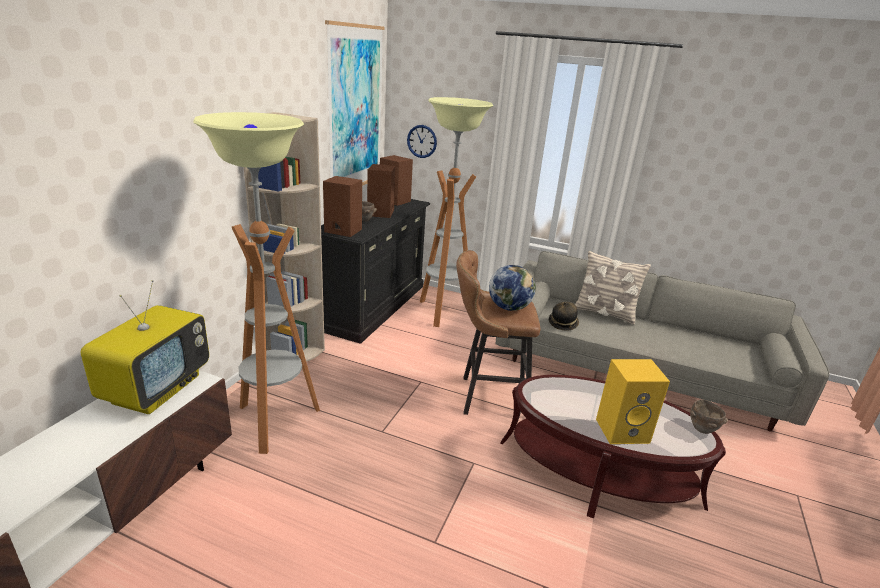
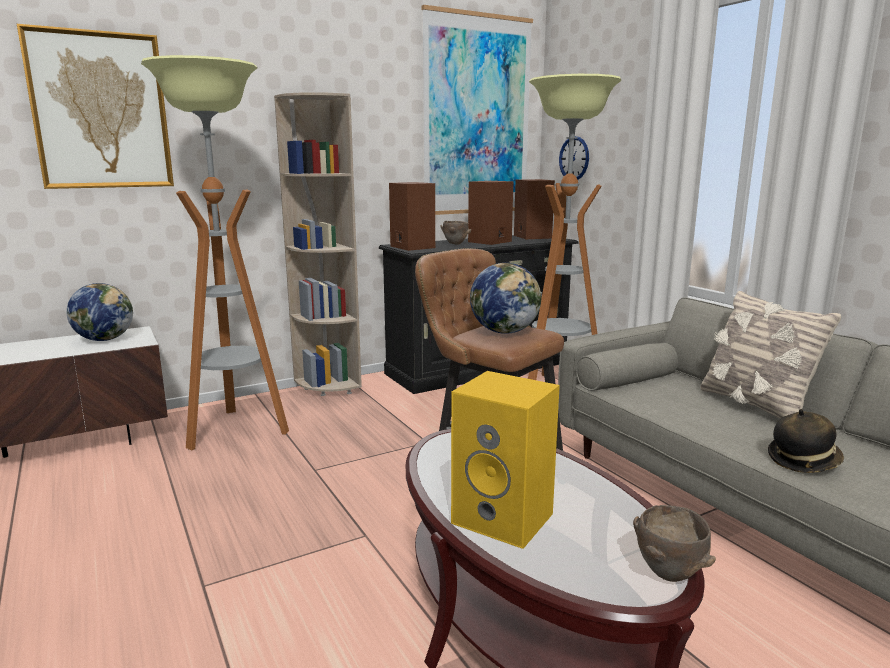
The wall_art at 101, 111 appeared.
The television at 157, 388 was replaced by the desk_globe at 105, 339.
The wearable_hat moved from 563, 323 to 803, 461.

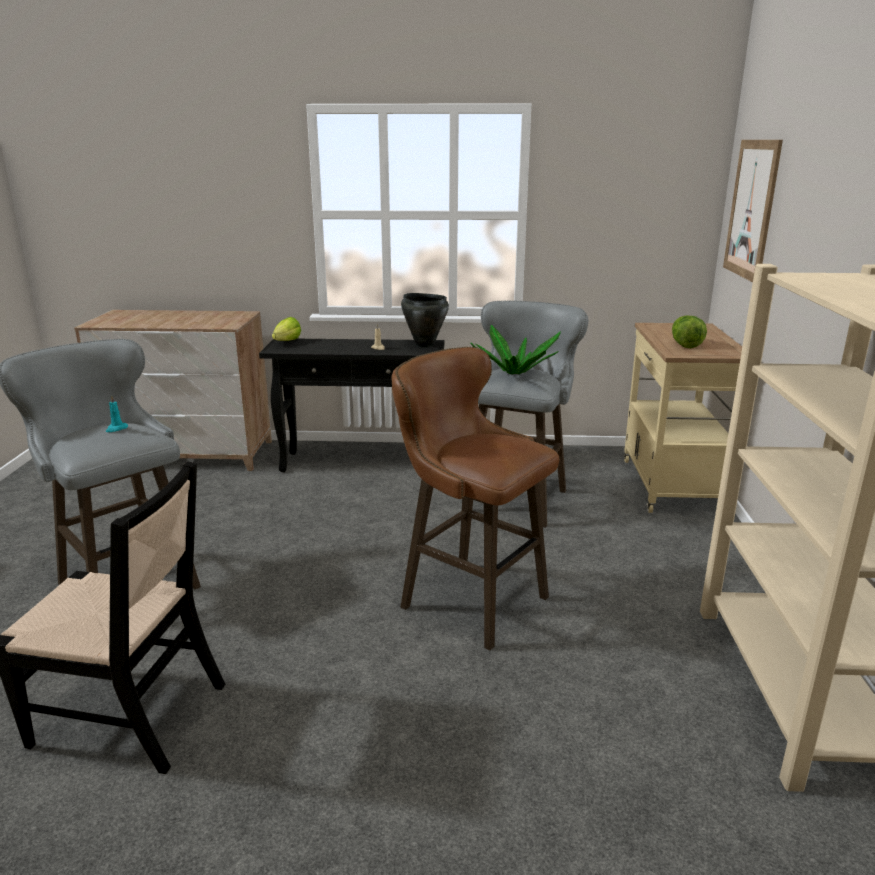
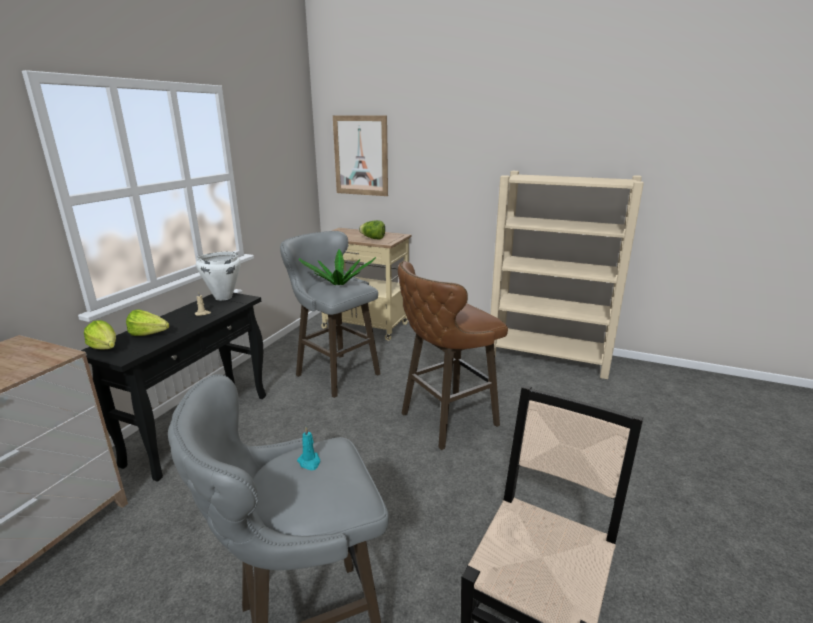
The lettuce at 151, 335 appeared.
The black-coloured_saucepot at 424, 345 became the white_saucepot at 223, 297.

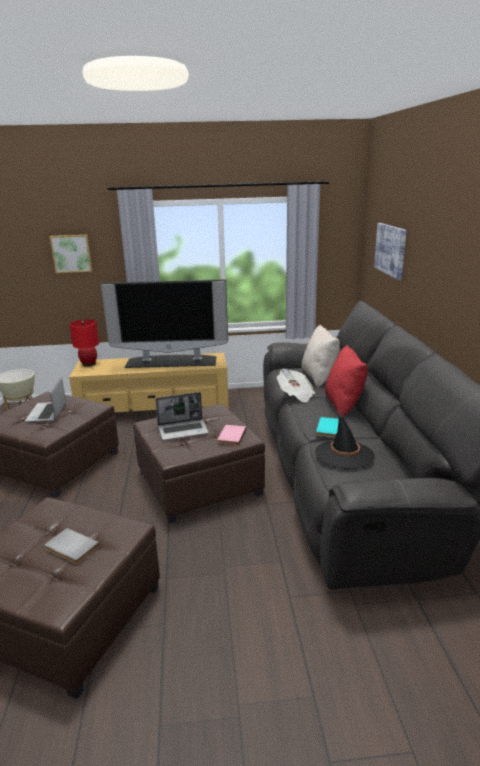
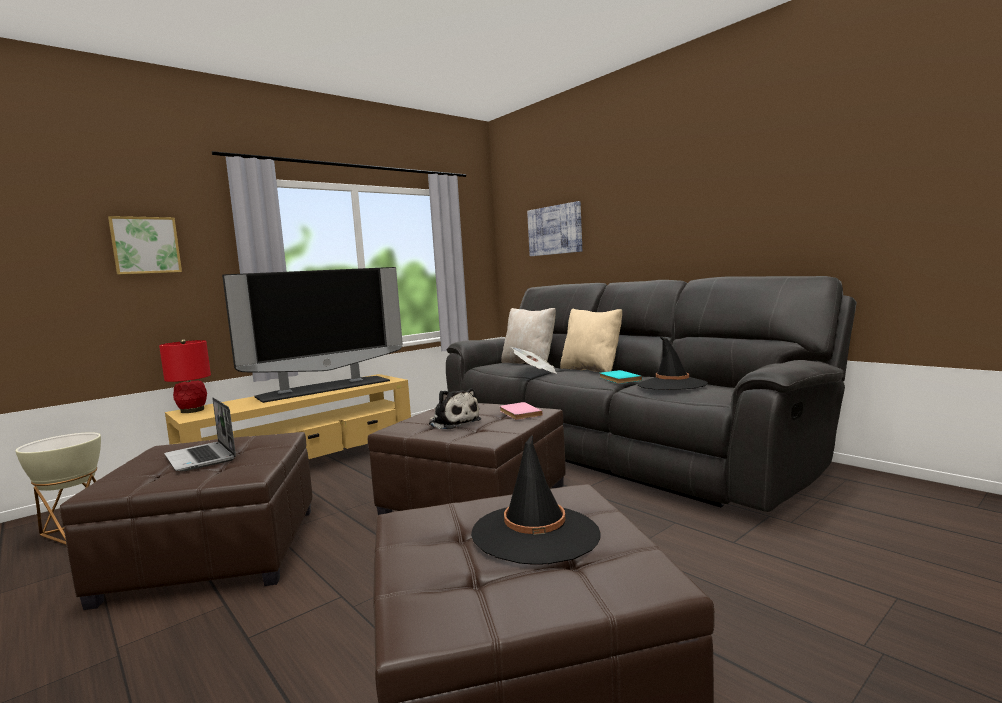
The laptop at 183, 430 was replaced by the cuddly_toy at 453, 422.
The greyish_bound_book at 71, 548 was replaced by the black-coloured_wearable_hat at 535, 534.
The red-coloured_pillow at 343, 404 became the beige-coloured_pillow at 591, 370.

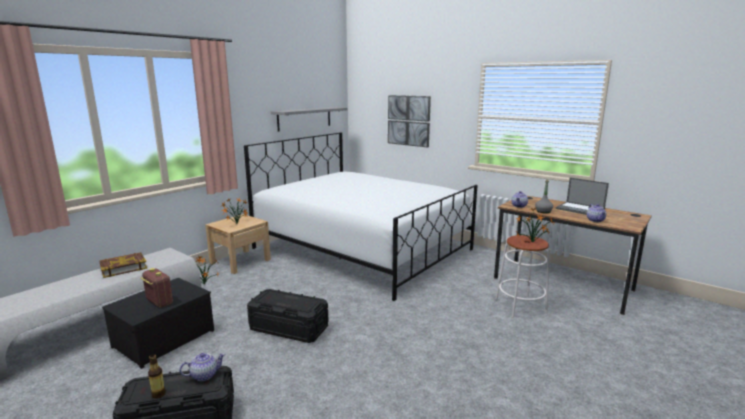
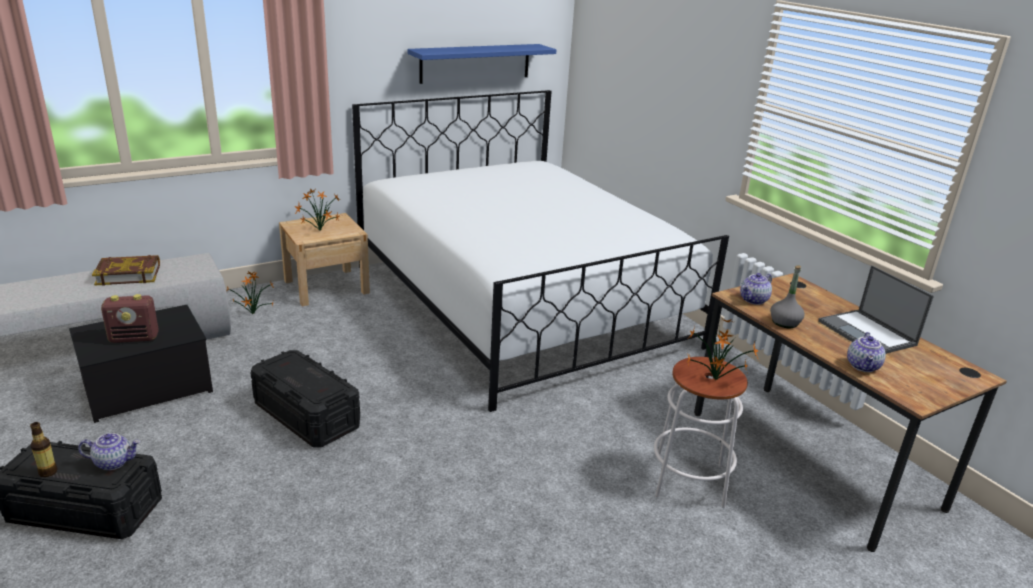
The radio at 159, 302 turned 105 degrees clockwise.
The greyish_shelf at 304, 118 became the blue-coloured_shelf at 475, 63.
The wall_art at 408, 120 disappeared.

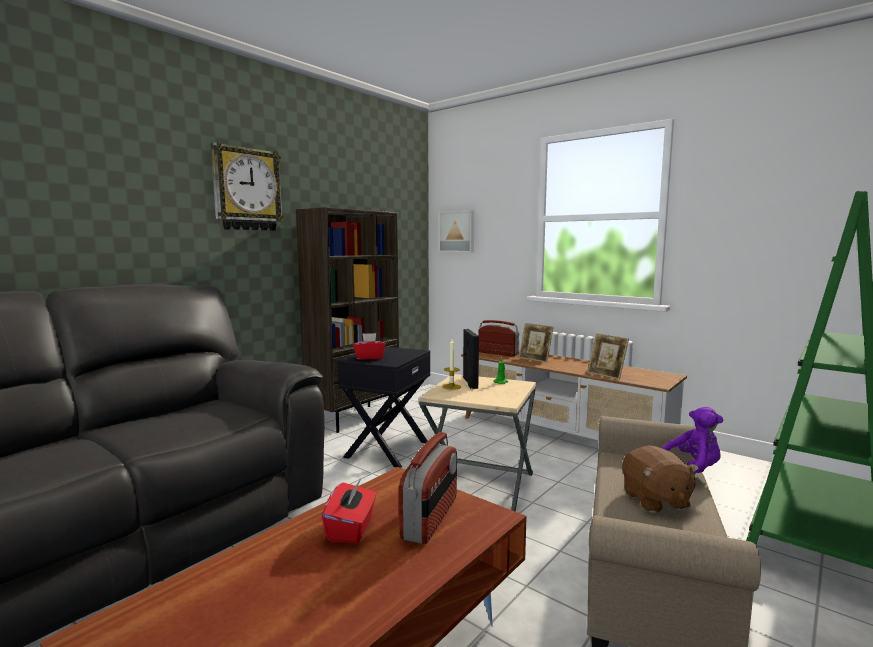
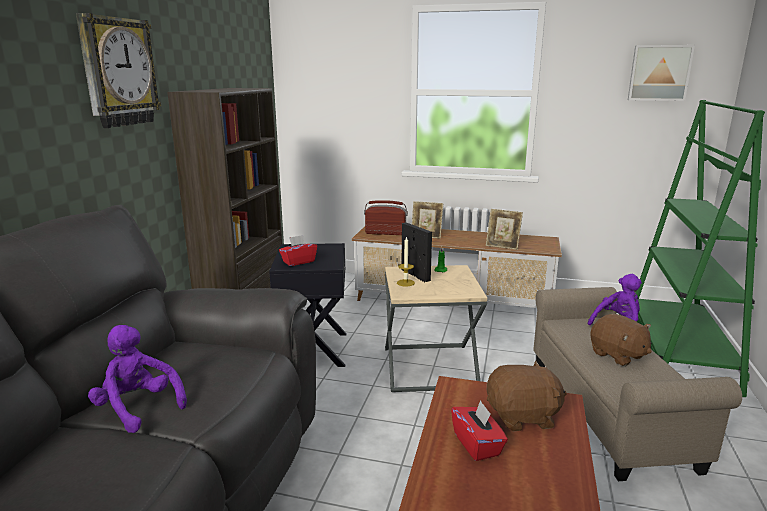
The purplish_cuddly_toy at 138, 408 appeared.
The radio at 431, 518 was replaced by the brown-coloured_cuddly_toy at 523, 417.
The wall_art moved from 457, 231 to 659, 73.

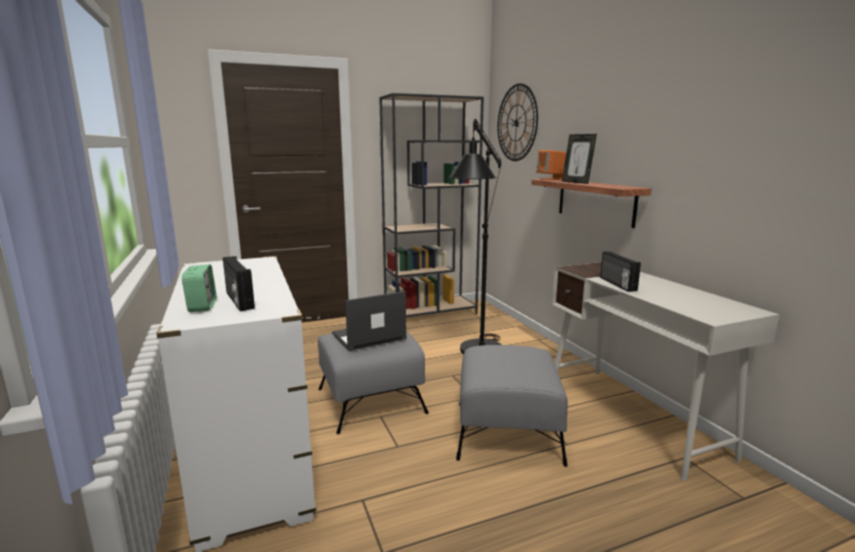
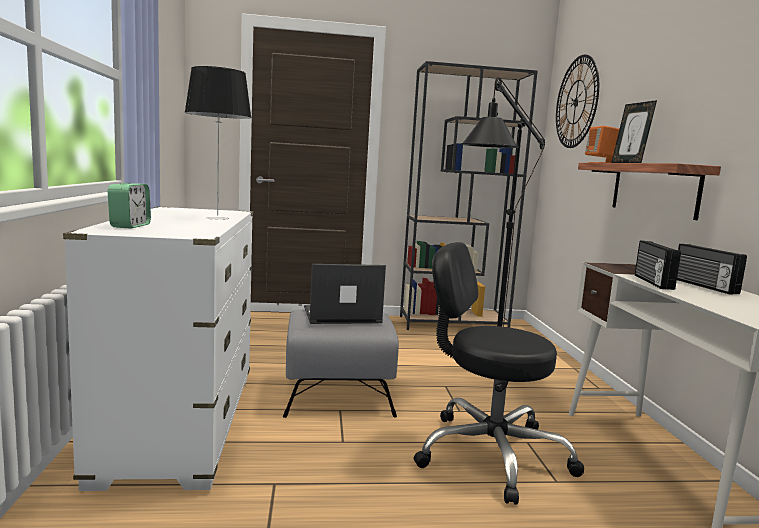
The tabletop_lamp at 216, 218 appeared.
The greyish_pouffe at 508, 431 was replaced by the black-coloured_office_chair at 484, 453.
The radio moved from 238, 300 to 703, 286.

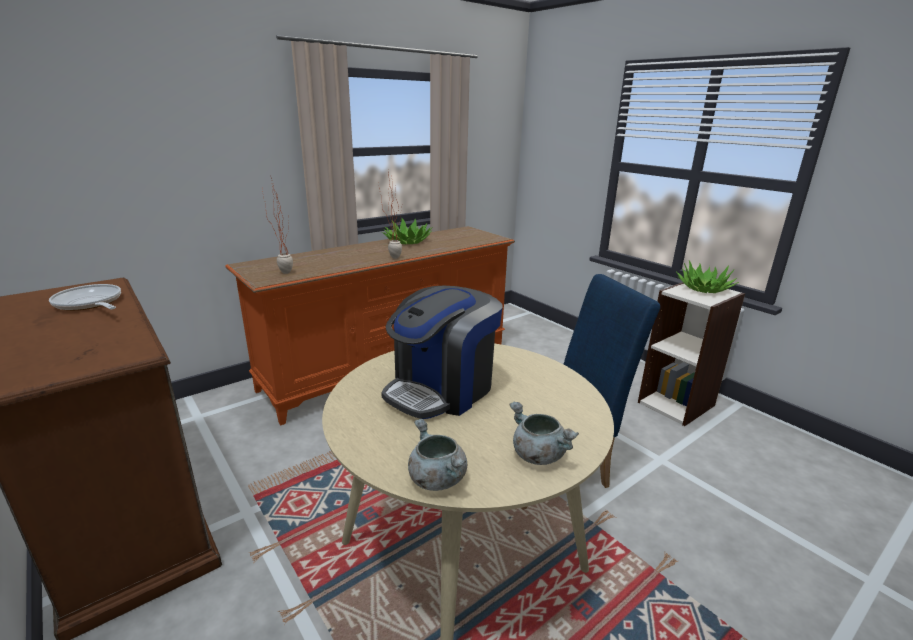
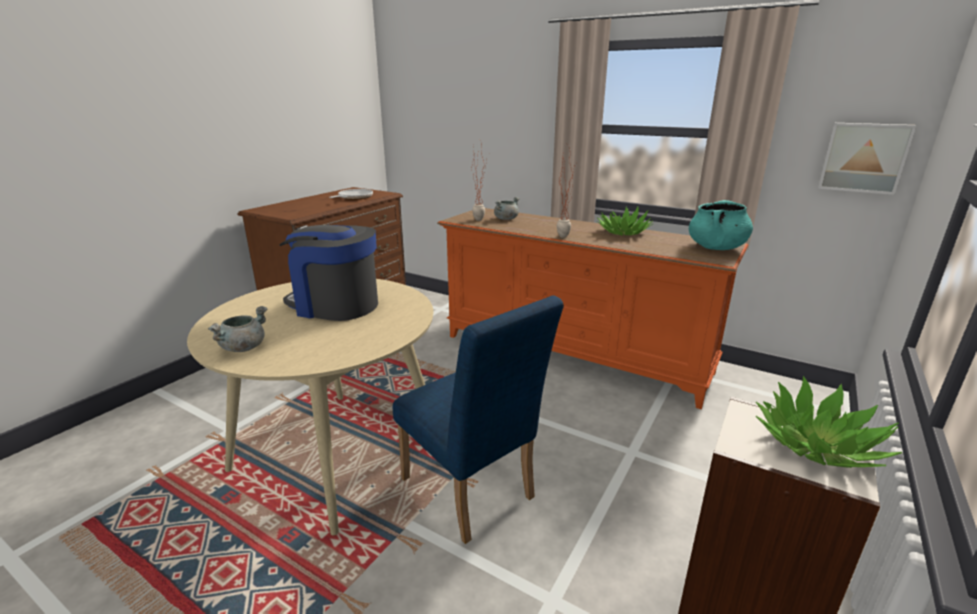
The greyish_saucepot moved from 436, 478 to 506, 219.
The turquoise_saucepot at 716, 248 appeared.
The wall_art at 864, 157 appeared.

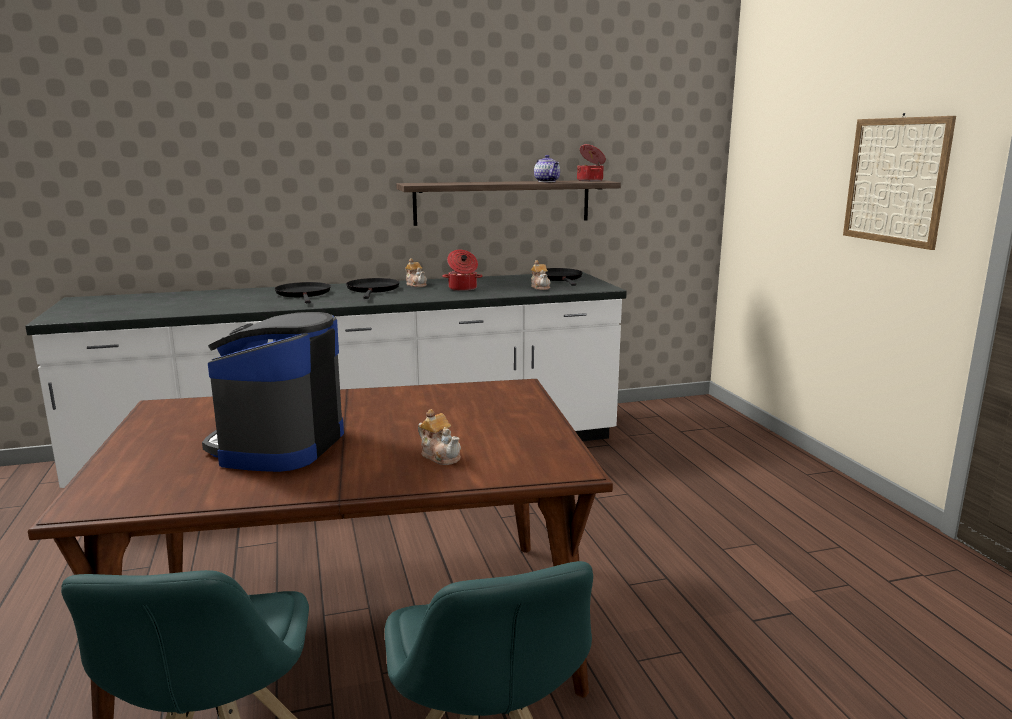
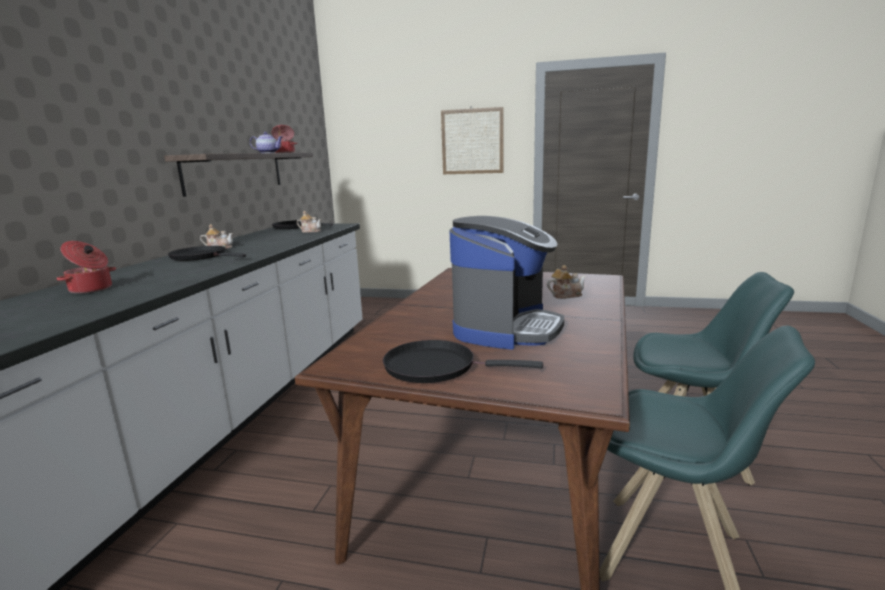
The saucepot moved from 462, 288 to 91, 289.
The black-coloured_frying_pan moved from 304, 294 to 436, 367.
The coffee_machine at 278, 445 turned 105 degrees counterclockwise.

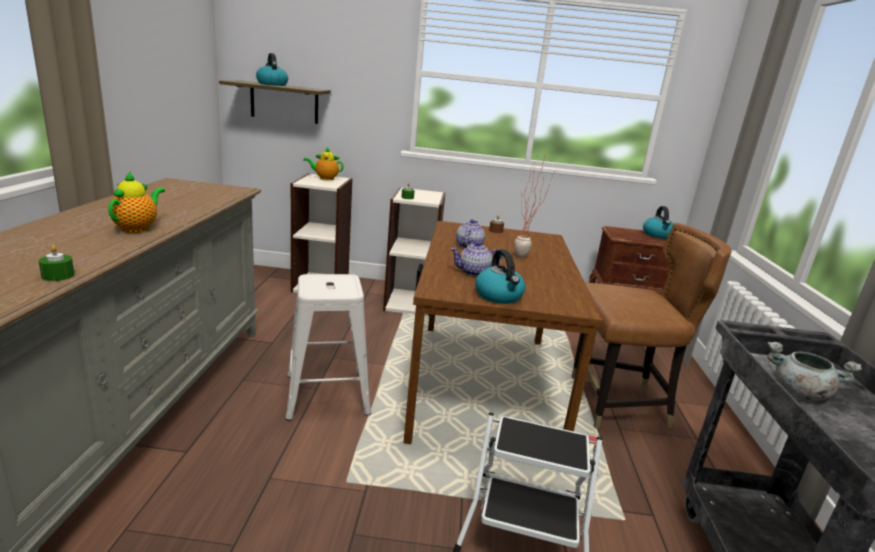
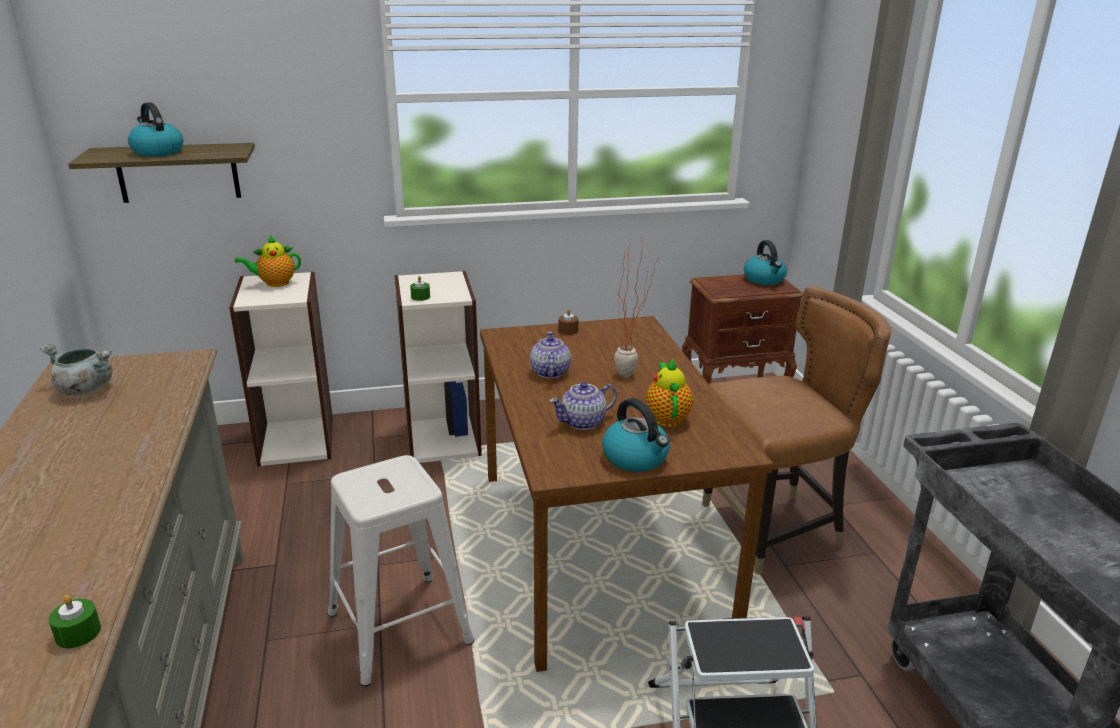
The greyish_saucepot moved from 799, 392 to 84, 389.
The tea_pot moved from 138, 228 to 667, 417.

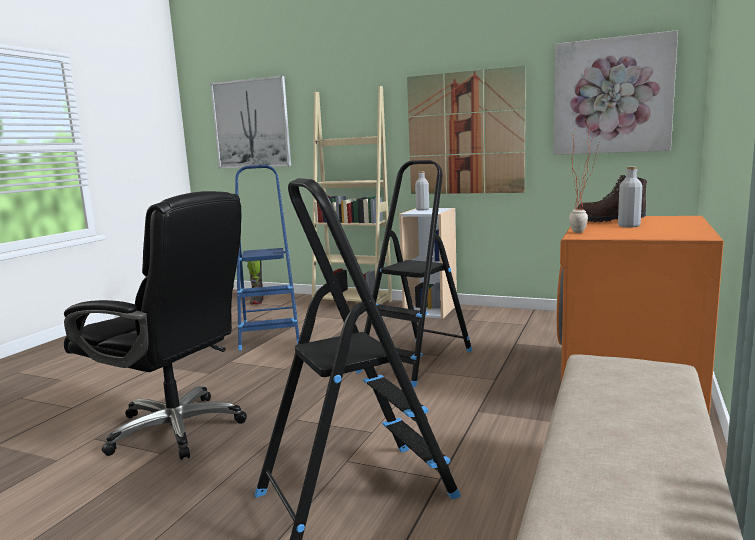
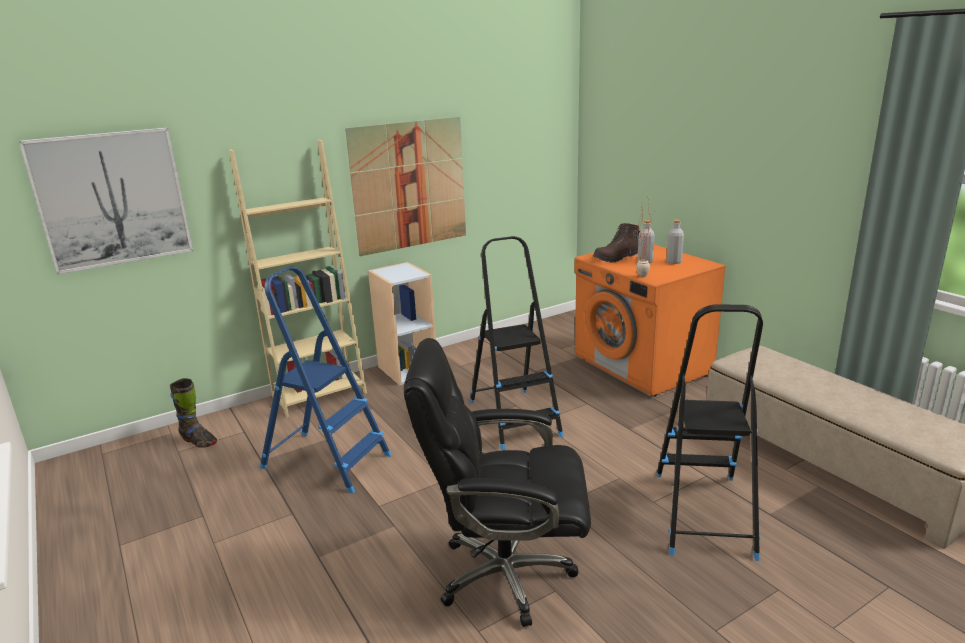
The black-coloured_office_chair at 173, 428 turned 150 degrees counterclockwise.
The greyish_beverage_bottle moved from 422, 209 to 674, 262.
The wall_art at 612, 96 disappeared.

